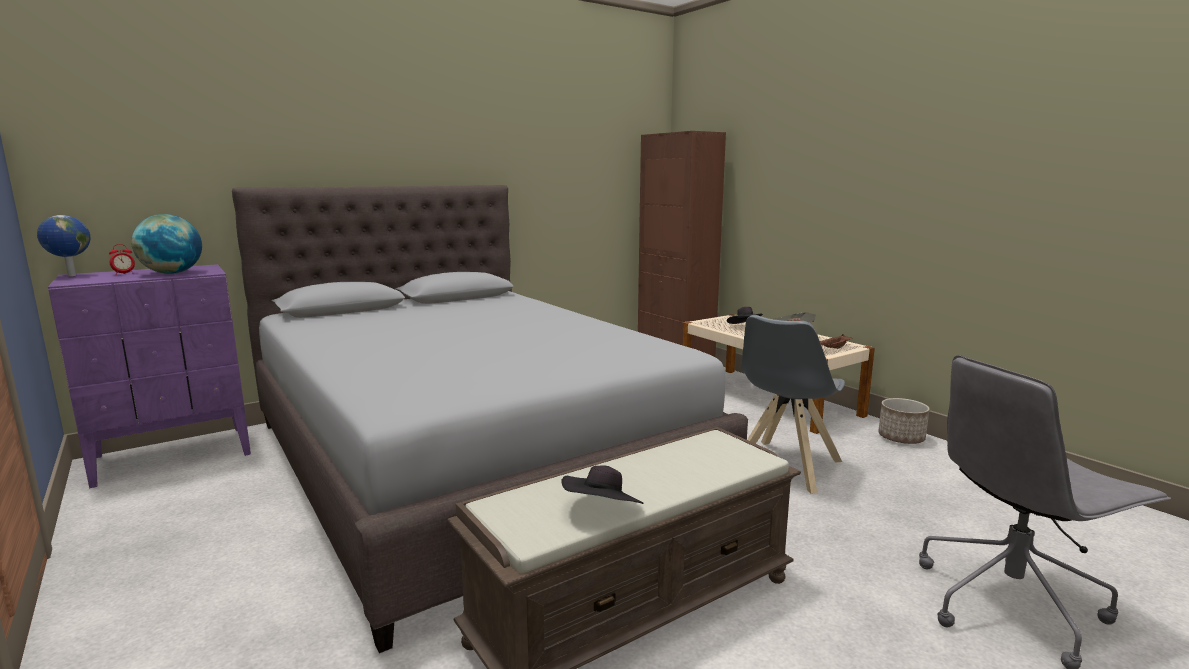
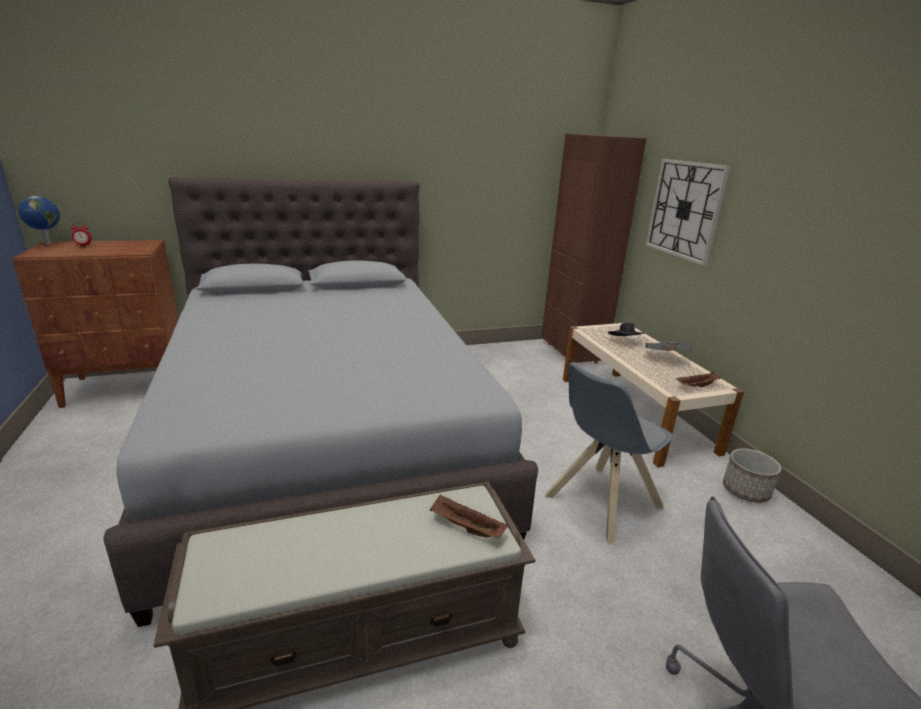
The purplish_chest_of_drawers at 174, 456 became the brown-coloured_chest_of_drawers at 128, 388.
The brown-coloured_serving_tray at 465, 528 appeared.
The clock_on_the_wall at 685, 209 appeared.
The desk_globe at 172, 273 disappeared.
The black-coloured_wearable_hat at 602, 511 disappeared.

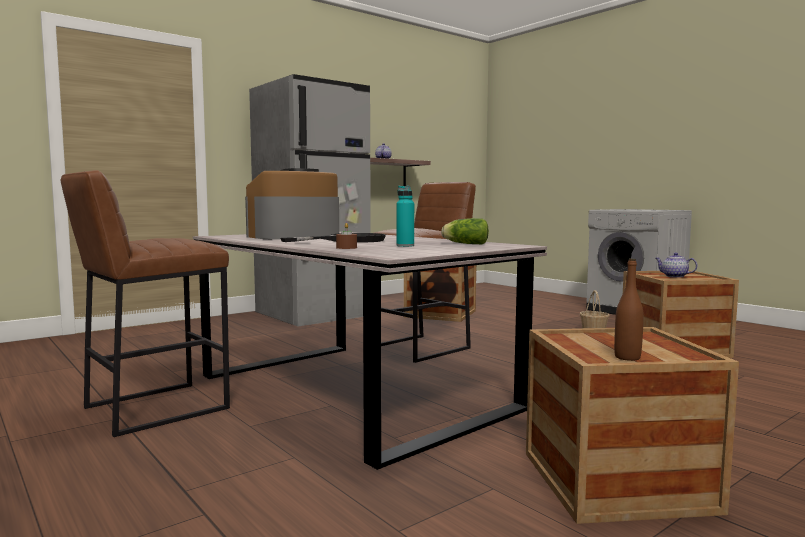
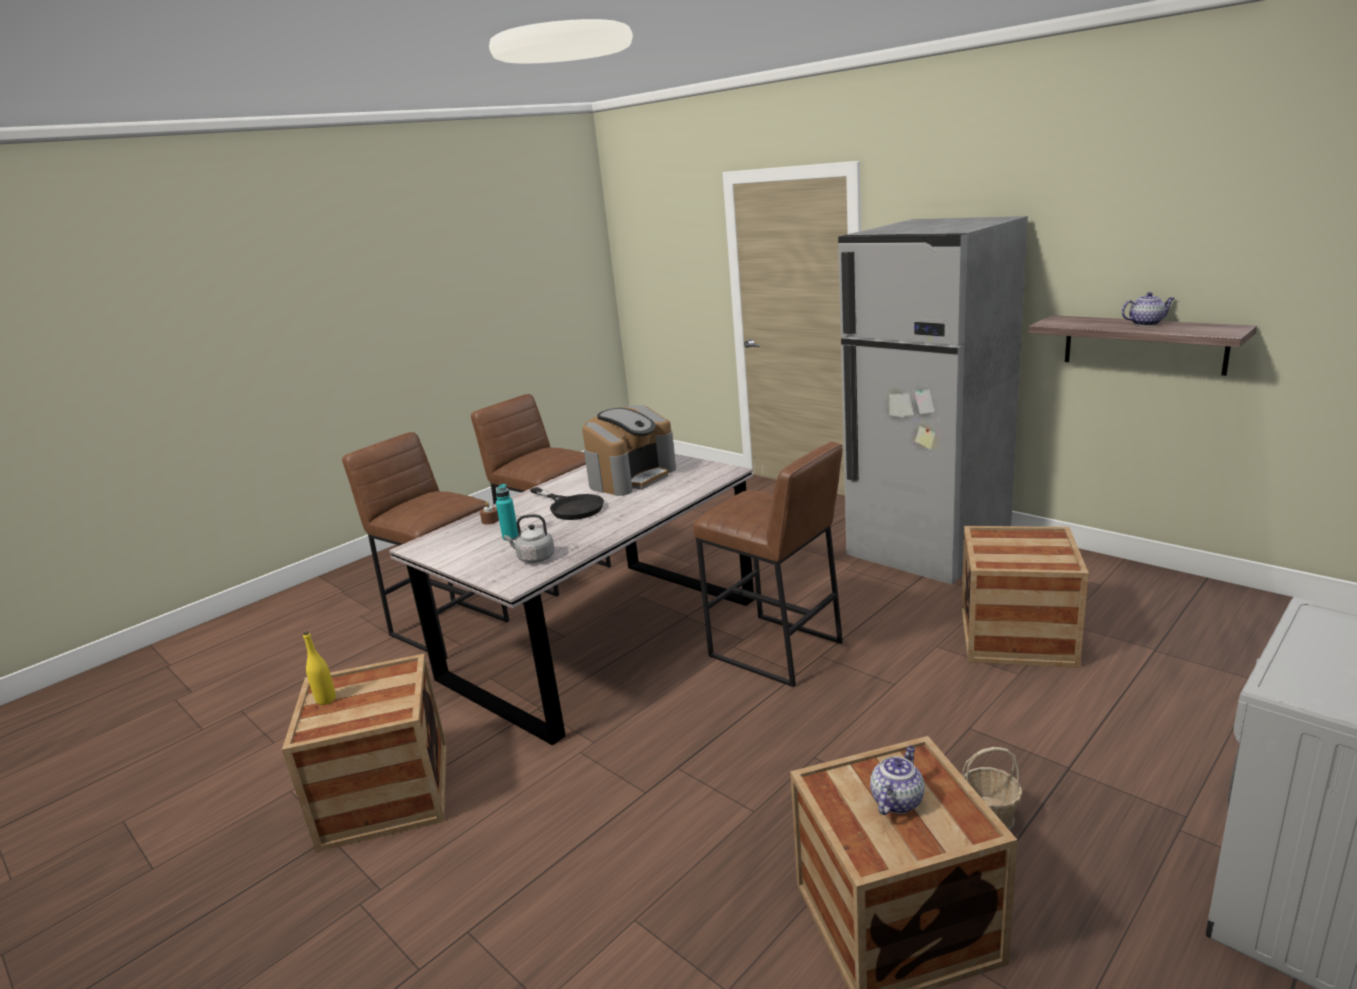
The brown-coloured_beverage_bottle at 627, 357 became the yellow_beverage_bottle at 326, 699.
The brown-coloured_stool at 448, 627 appeared.
The lettuce at 464, 244 was replaced by the greyish_tea_kettle at 534, 558.
The coffee_machine at 295, 236 turned 90 degrees clockwise.

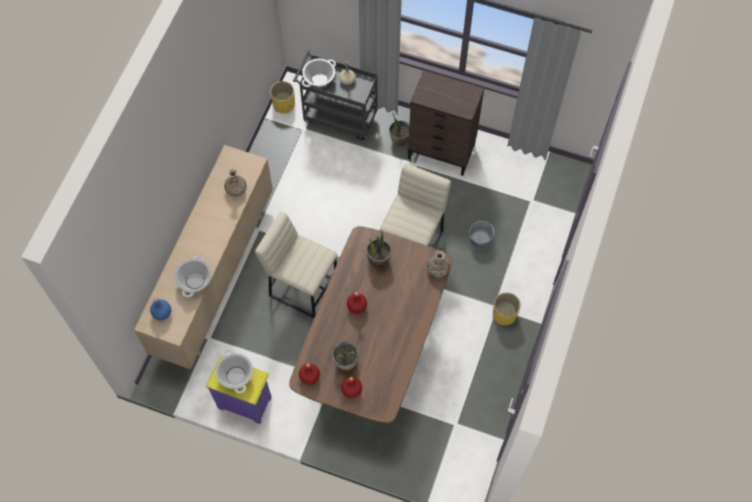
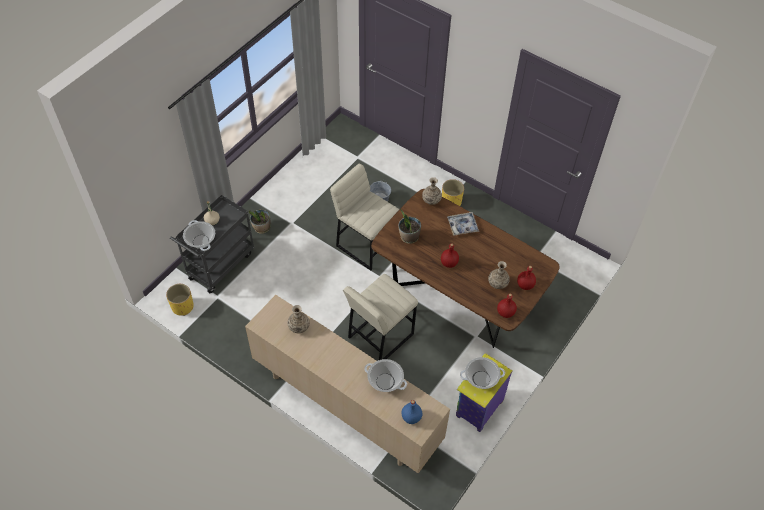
The serving_tray at 462, 226 appeared.
The potted_plant at 346, 361 was replaced by the vase at 497, 283.
The brown-coloured_chest_of_drawers at 442, 151 disappeared.

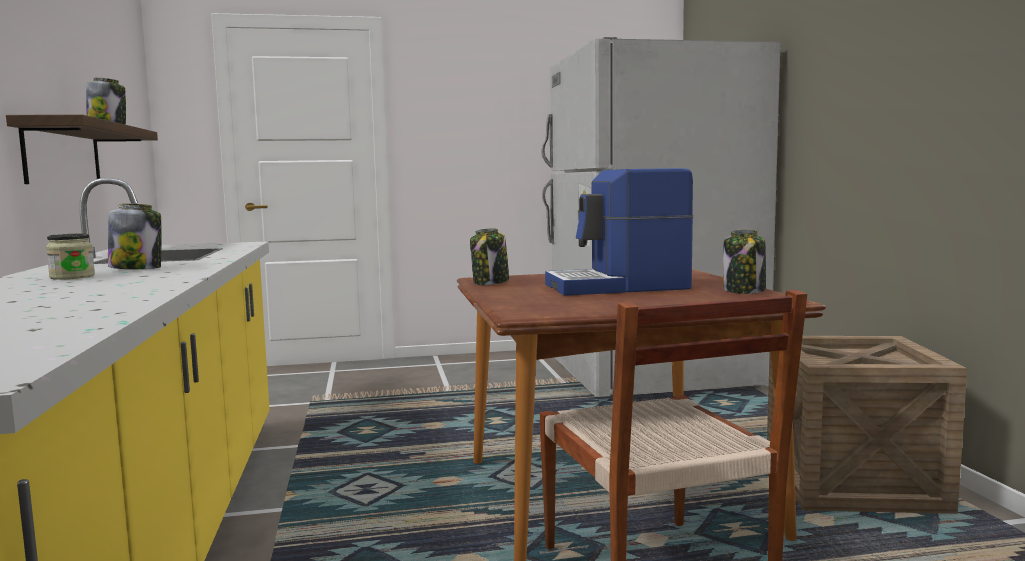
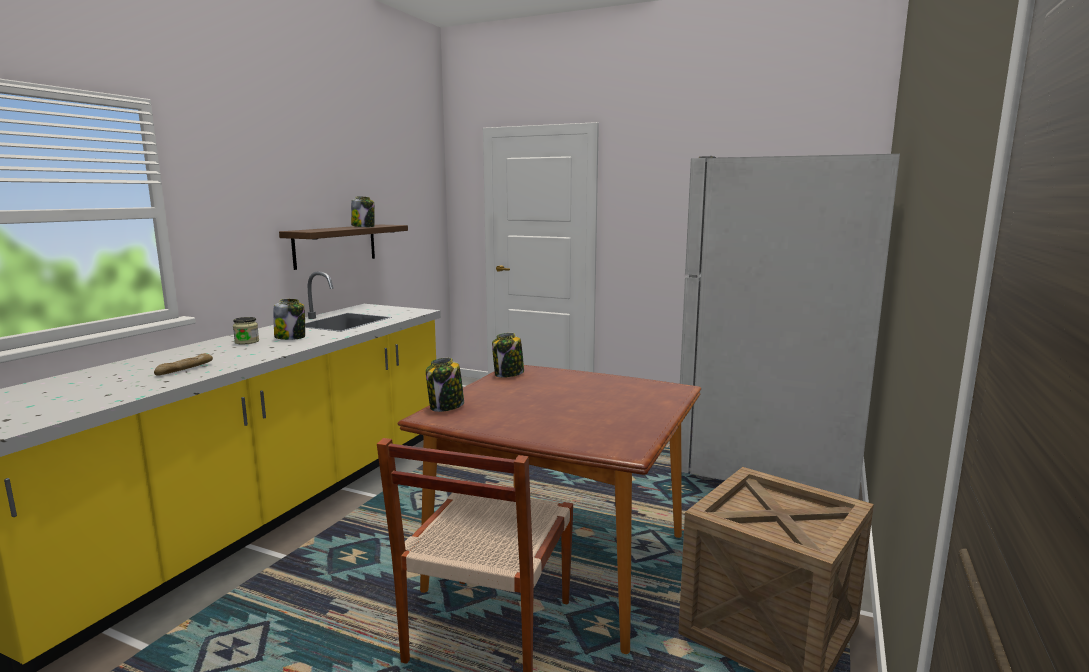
The baked_bread at 185, 369 appeared.
The storage_jar moved from 744, 290 to 446, 406.
The coffee_machine at 618, 287 disappeared.

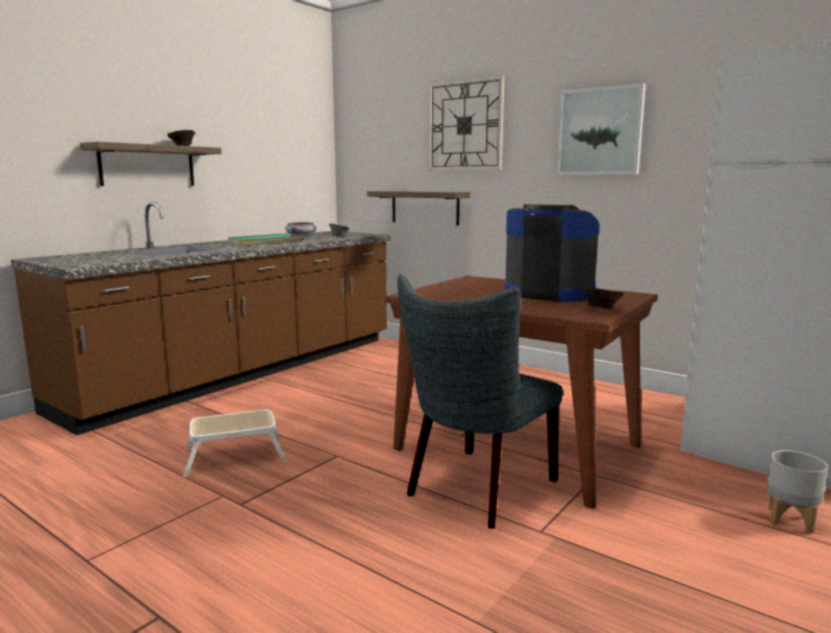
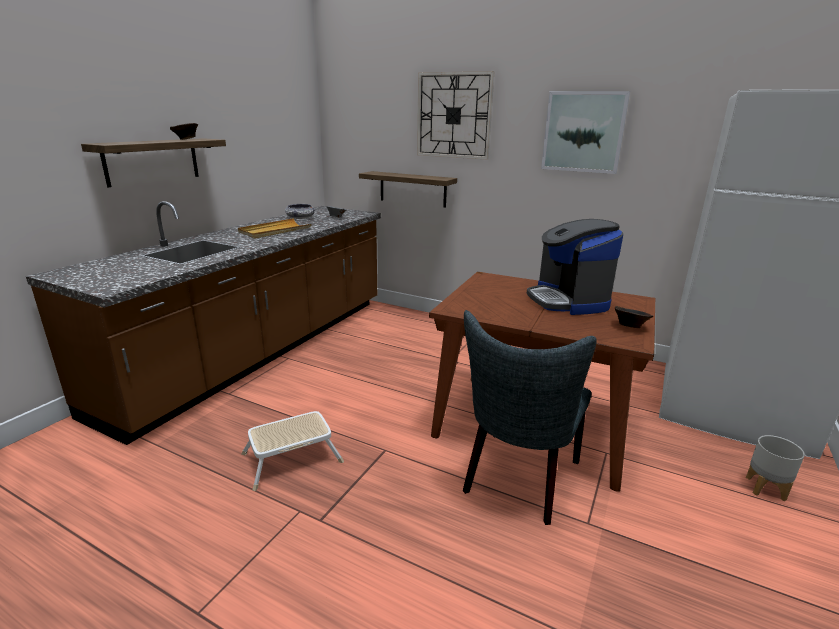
The turquoise_serving_tray at 266, 242 became the beige-coloured_serving_tray at 275, 231.
The coffee_machine at 549, 293 turned 120 degrees counterclockwise.

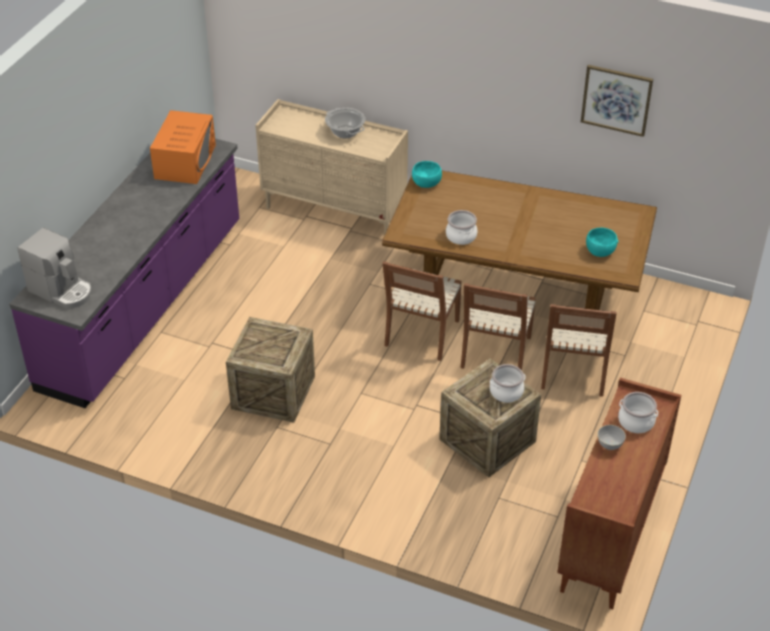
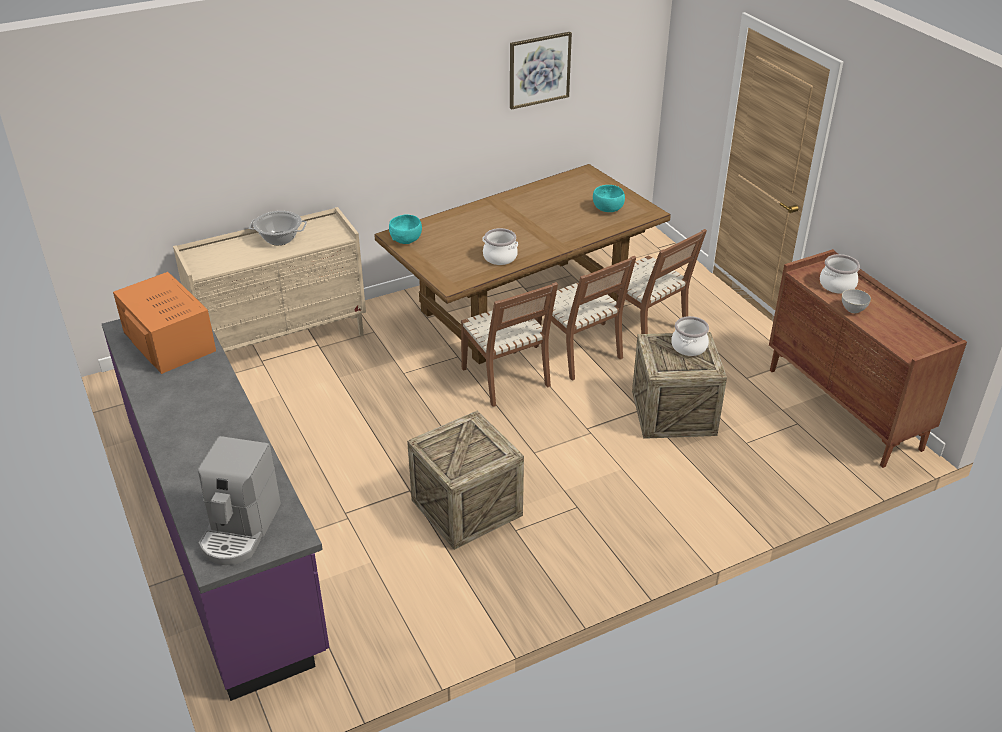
The coffee_machine at 62, 290 turned 120 degrees clockwise.

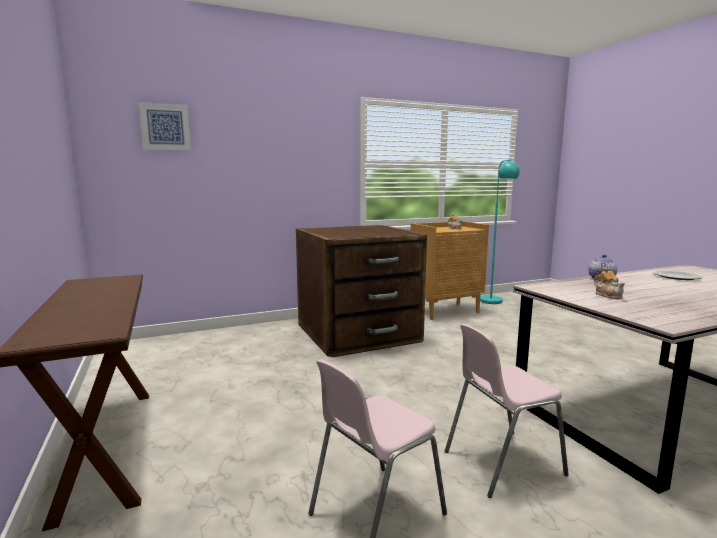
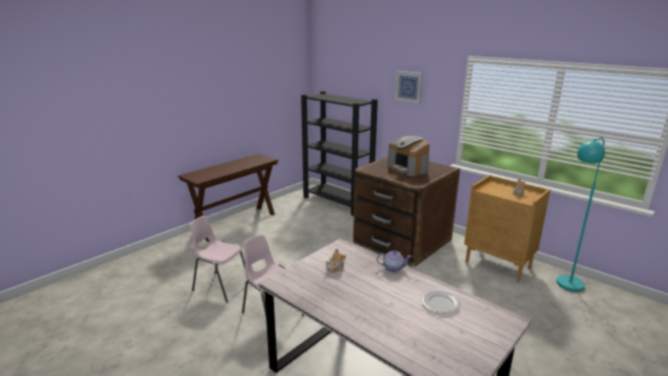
The black-coloured_bookcase at 337, 202 appeared.
The coffee_machine at 408, 168 appeared.
The wall_art moved from 165, 127 to 408, 86.

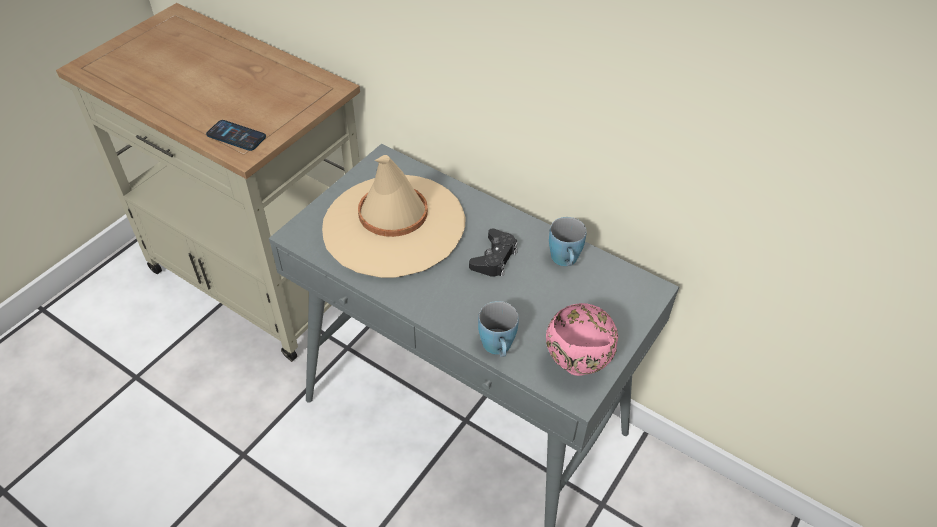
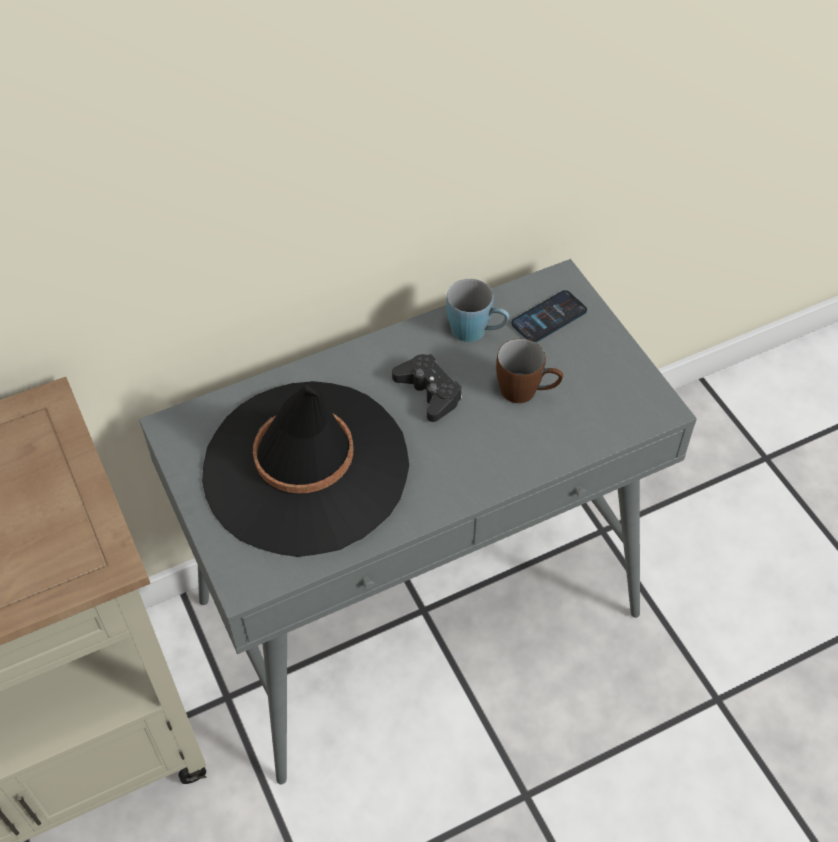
The beige-coloured_wearable_hat at 393, 225 became the black-coloured_wearable_hat at 305, 468.
The brown-coloured_mug at 527, 392 appeared.
The telephone moved from 236, 136 to 549, 317.
The blue-coloured_mug at 498, 349 disappeared.
The pinkish_serving_bowl at 576, 363 disappeared.

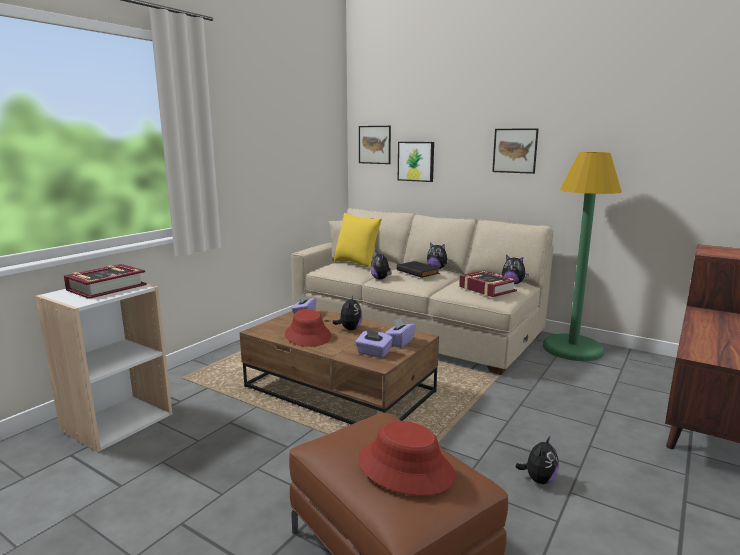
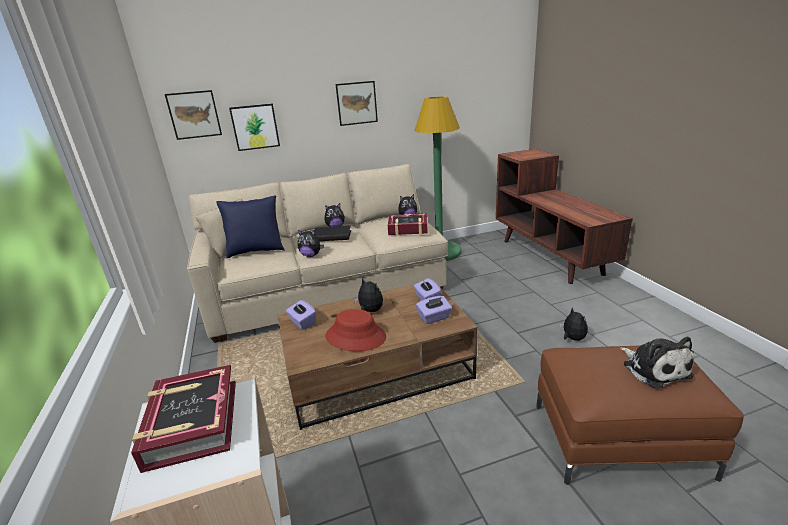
The yellow_pillow at 356, 263 became the blue-coloured_pillow at 256, 251.
The red-coloured_wearable_hat at 406, 468 was replaced by the cuddly_toy at 654, 368.

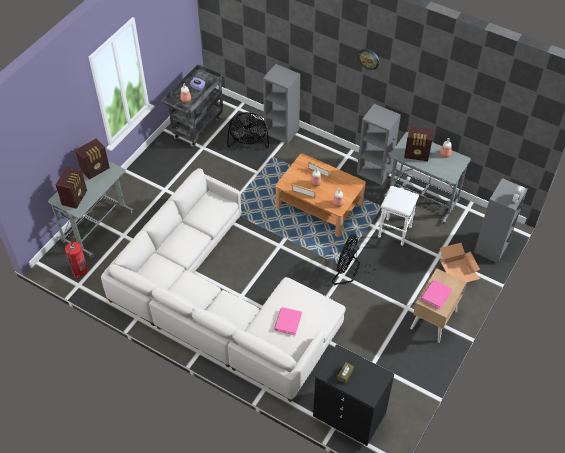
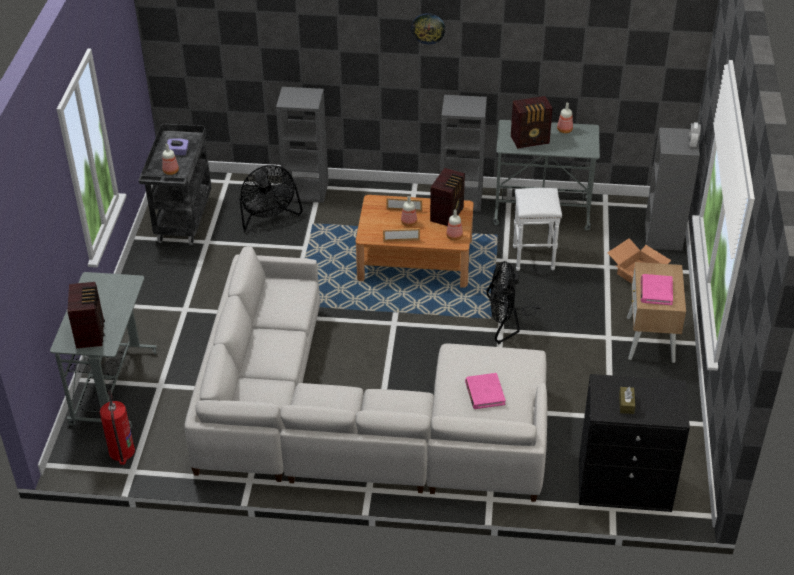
The radio moved from 96, 169 to 448, 214.

